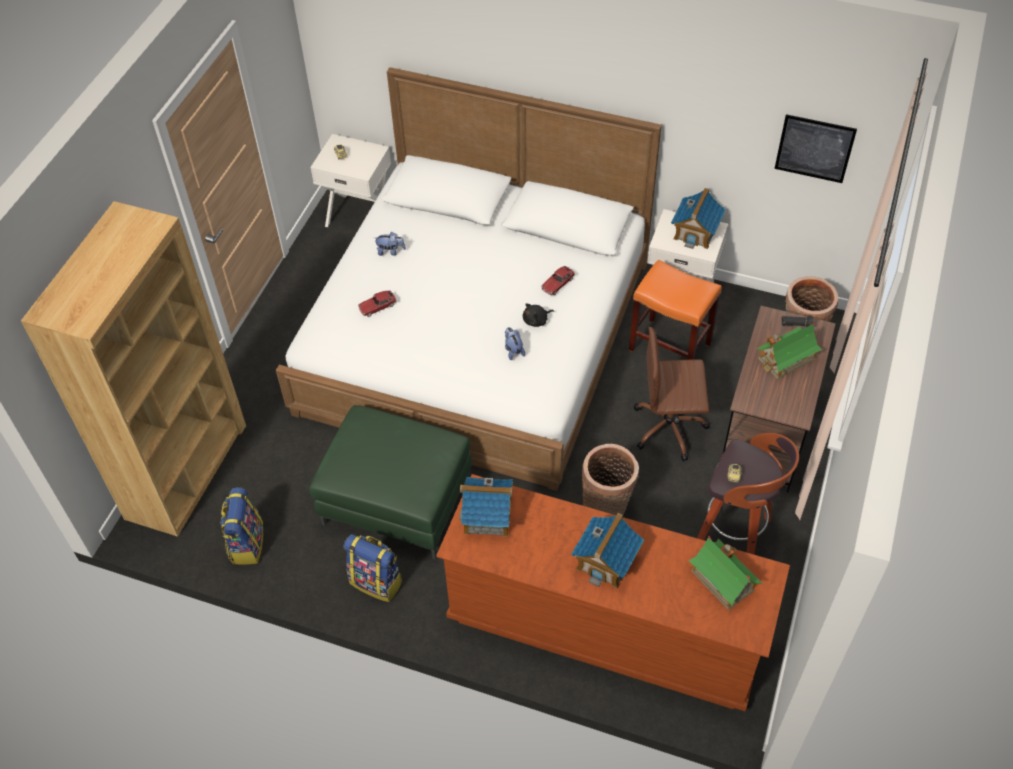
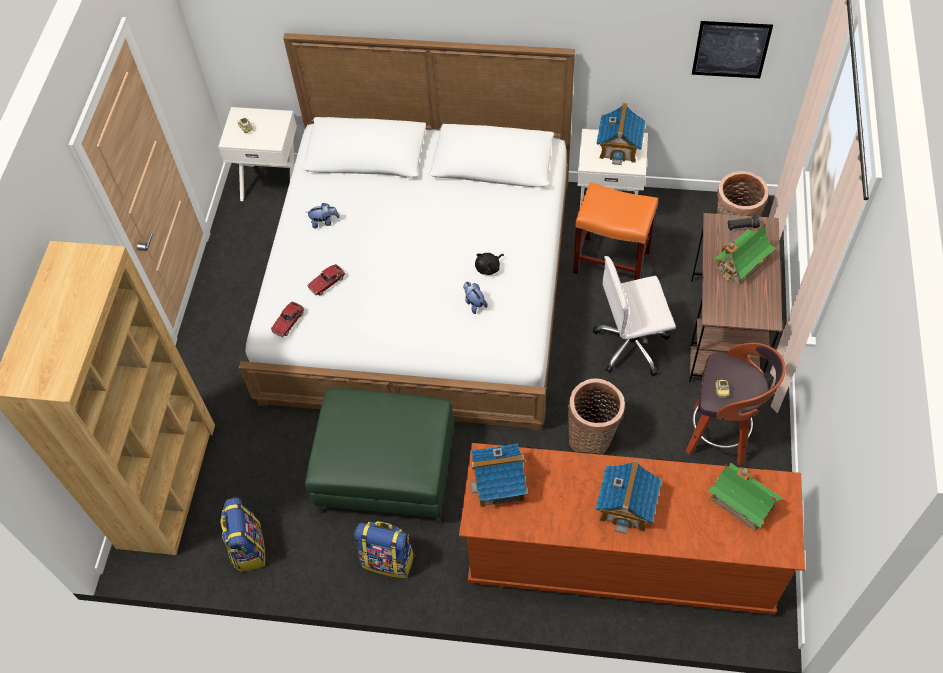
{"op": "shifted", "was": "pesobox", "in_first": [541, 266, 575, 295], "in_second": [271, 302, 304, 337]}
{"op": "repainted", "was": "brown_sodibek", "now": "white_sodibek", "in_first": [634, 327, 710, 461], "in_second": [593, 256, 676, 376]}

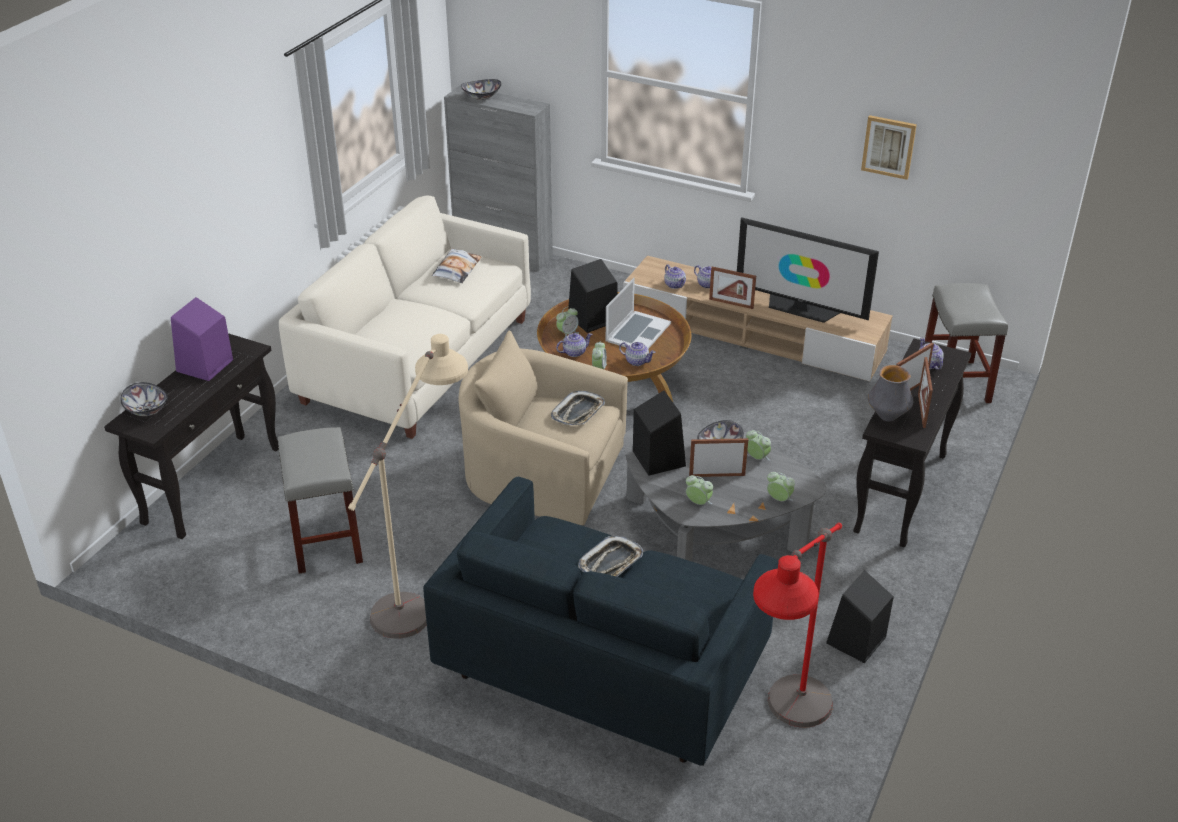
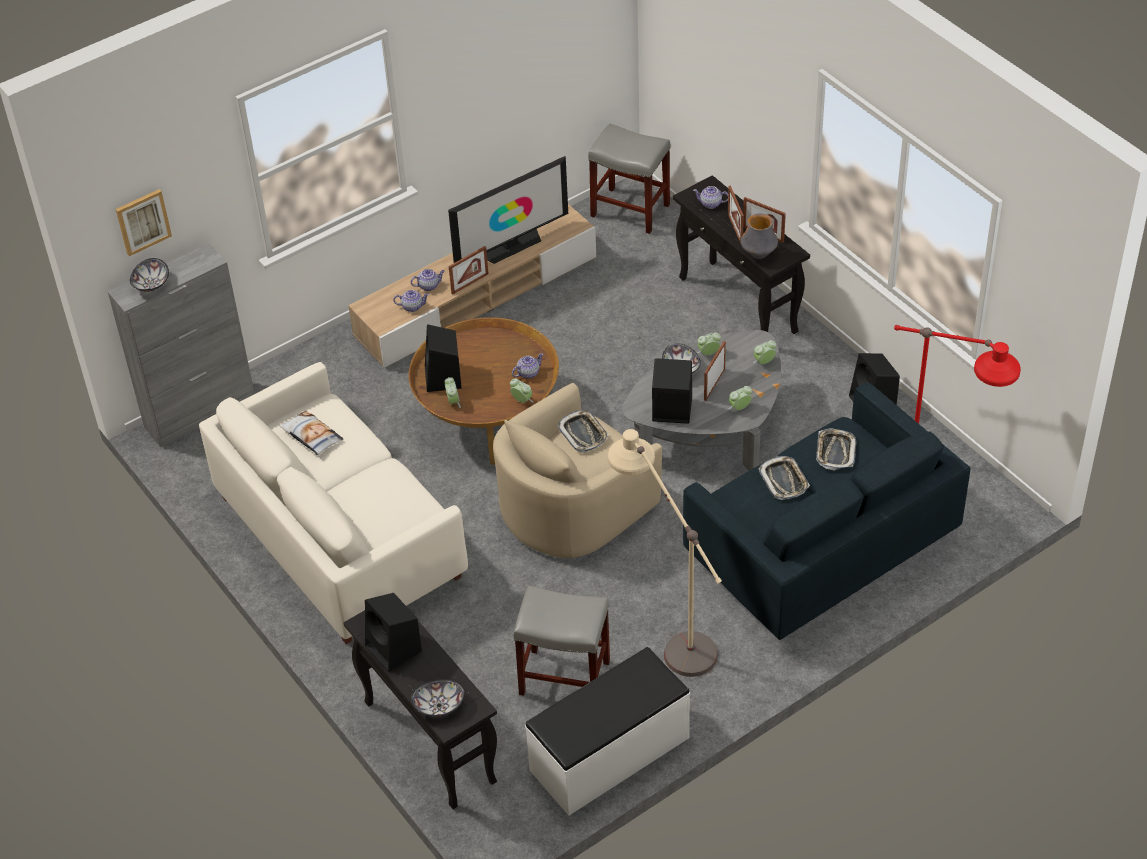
{"op": "repainted", "was": "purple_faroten", "now": "black_faroten", "in_first": [171, 297, 233, 381], "in_second": [365, 593, 422, 672]}
{"op": "gone", "was": "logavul", "in_first": [556, 333, 592, 357]}
{"op": "gone", "was": "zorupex", "in_first": [606, 278, 671, 349]}
{"op": "shifted", "was": "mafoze", "in_first": [861, 115, 917, 180], "in_second": [116, 189, 172, 256]}
{"op": "new", "now": "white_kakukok", "in_second": [525, 647, 690, 816]}
{"op": "new", "now": "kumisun", "in_second": [816, 429, 856, 470]}

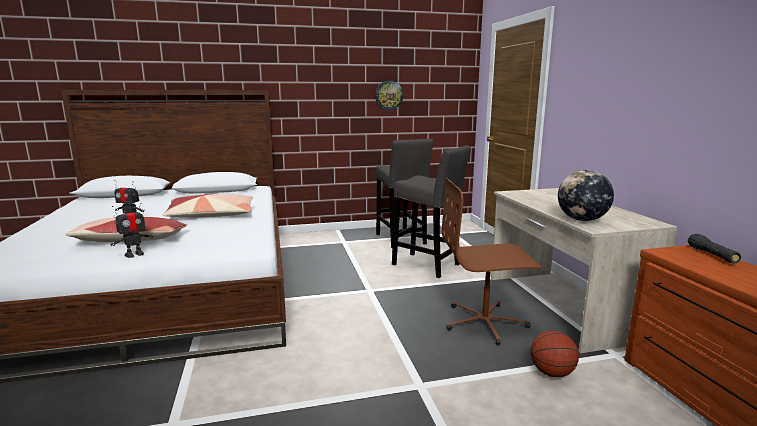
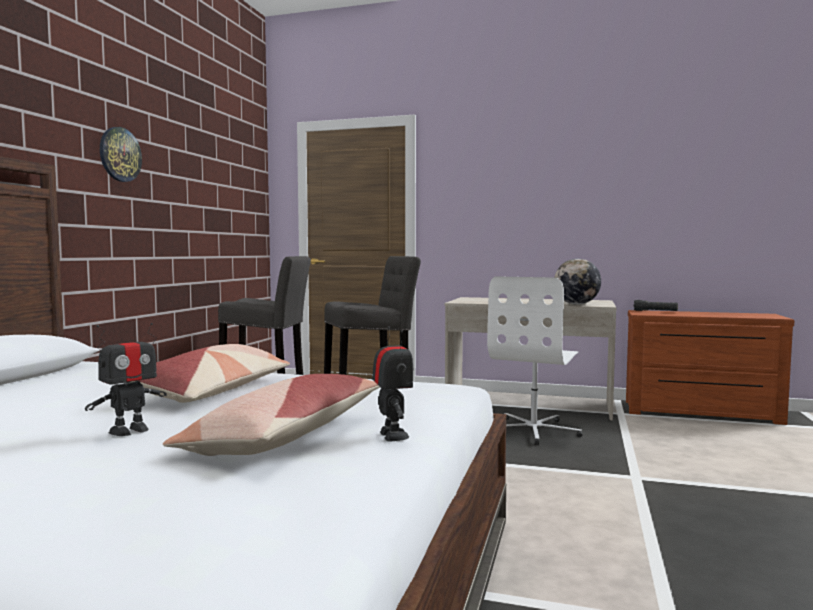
{"op": "shifted", "was": "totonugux", "in_first": [375, 80, 403, 110], "in_second": [100, 127, 142, 182]}
{"op": "repainted", "was": "brown_sodibek", "now": "white_sodibek", "in_first": [442, 178, 541, 345], "in_second": [487, 276, 583, 445]}
{"op": "gone", "was": "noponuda", "in_first": [531, 330, 579, 377]}

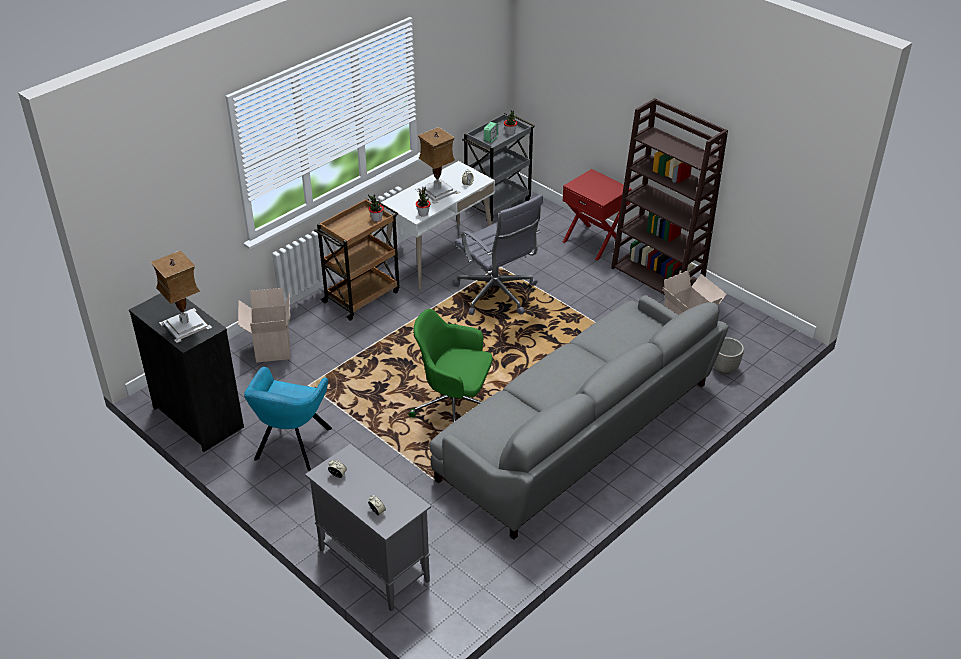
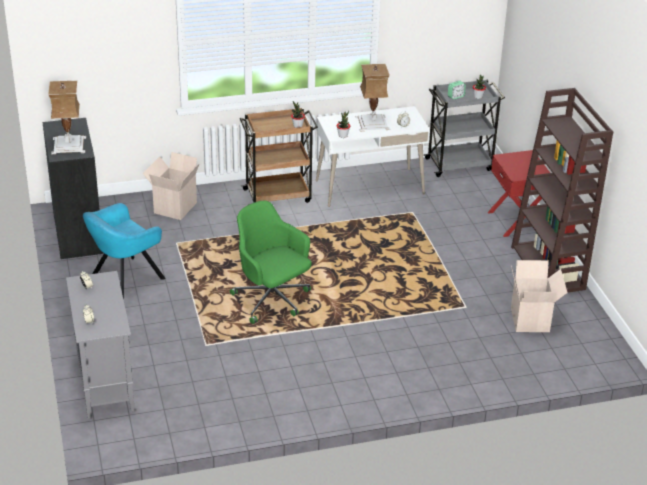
{"op": "gone", "was": "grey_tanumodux", "in_first": [429, 295, 729, 540]}
{"op": "gone", "was": "grey_sodibek", "in_first": [453, 194, 543, 315]}
{"op": "gone", "was": "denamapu", "in_first": [714, 337, 744, 374]}

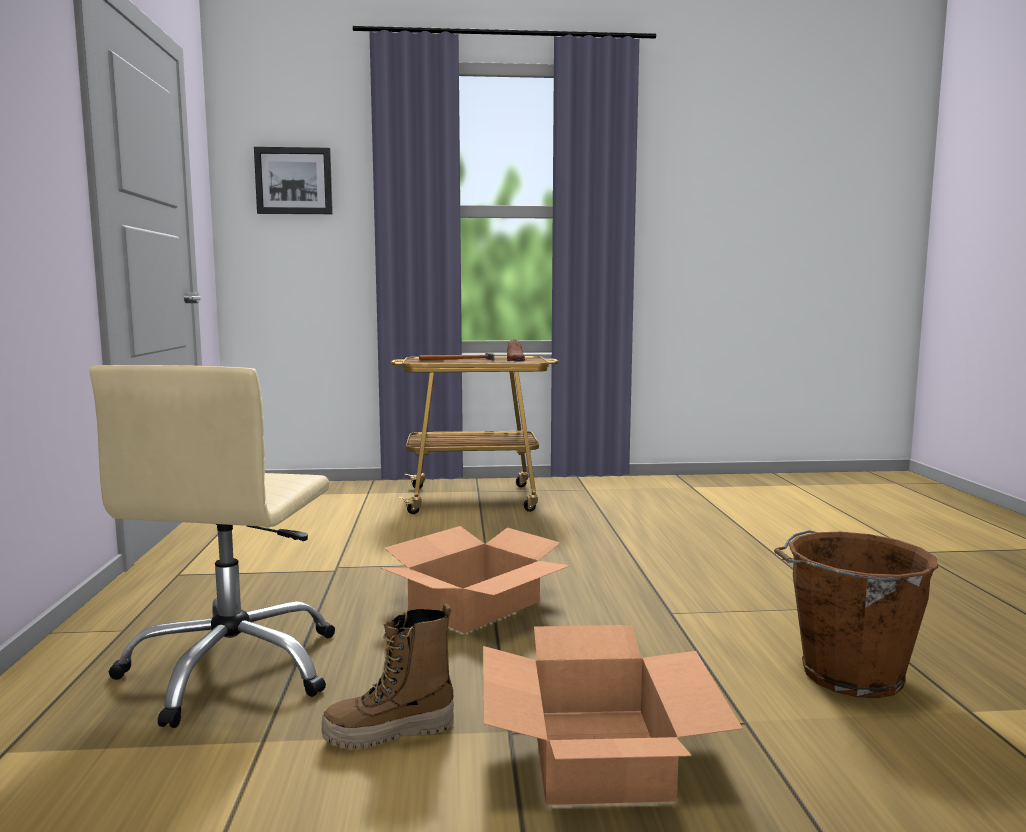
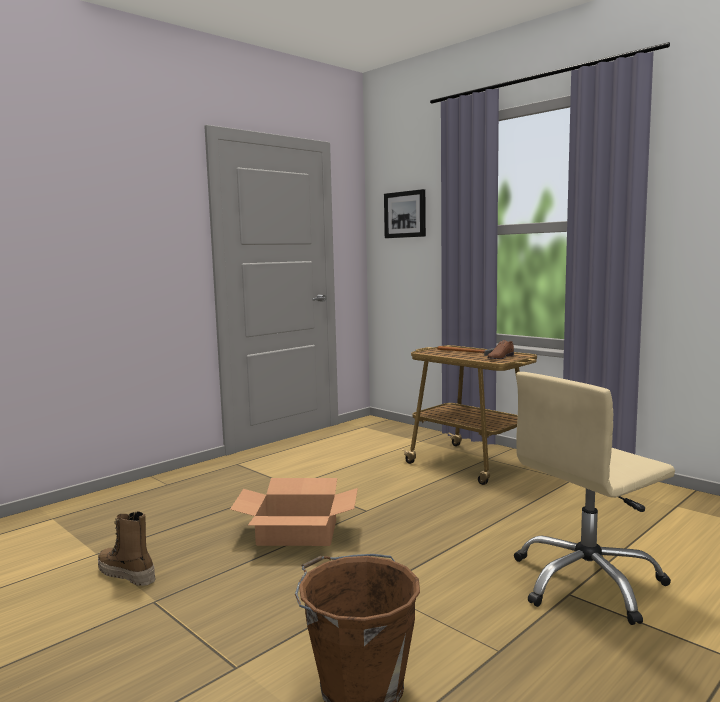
{"op": "shifted", "was": "beige_sodibek", "in_first": [89, 365, 335, 728], "in_second": [514, 372, 675, 625]}
{"op": "gone", "was": "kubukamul", "in_first": [483, 625, 743, 805]}

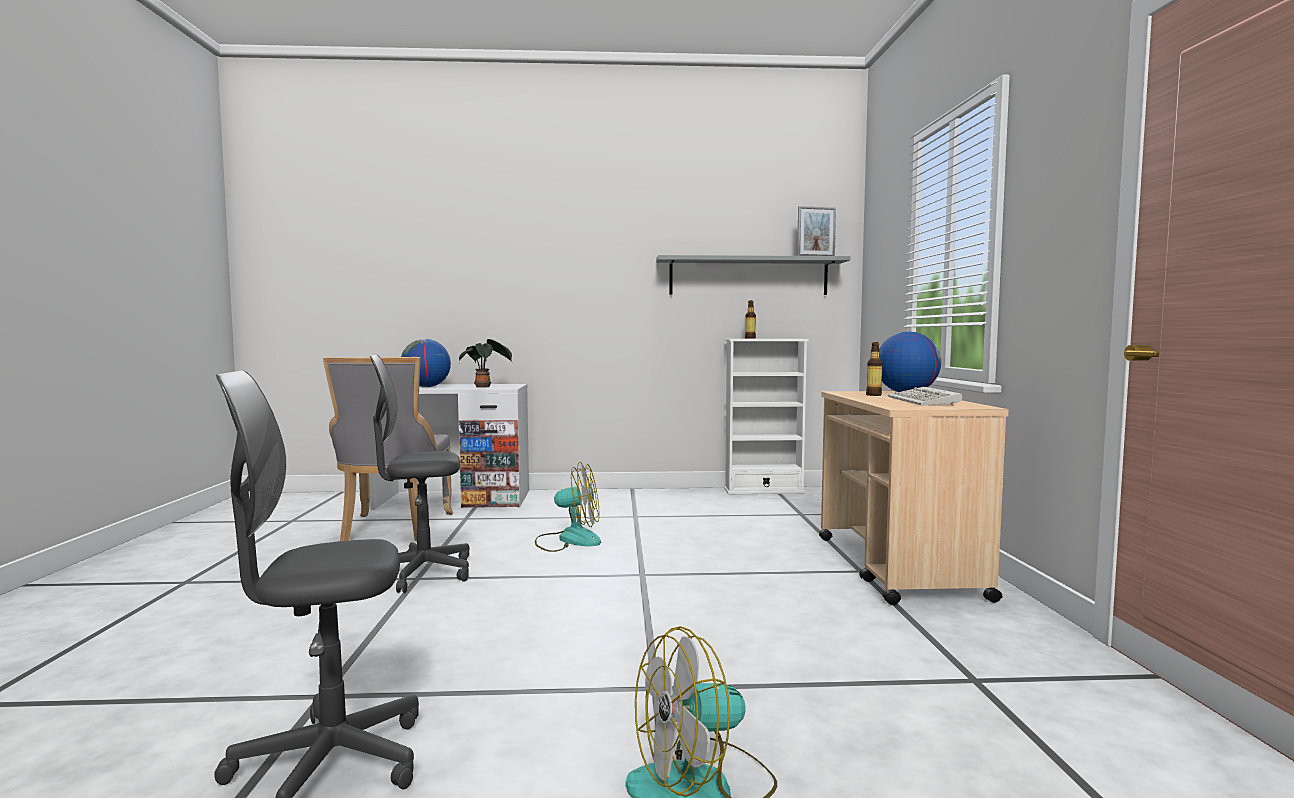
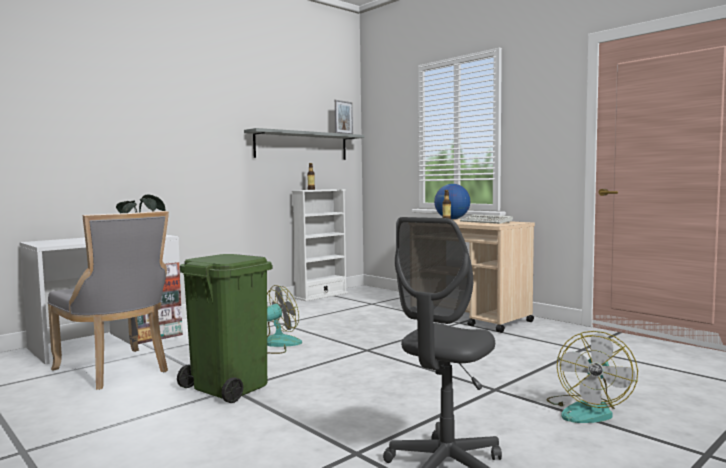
{"op": "swapped", "was": "grey_sodibek", "now": "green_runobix", "in_first": [370, 355, 470, 593], "in_second": [177, 254, 272, 403]}
{"op": "gone", "was": "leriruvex", "in_first": [401, 339, 451, 387]}

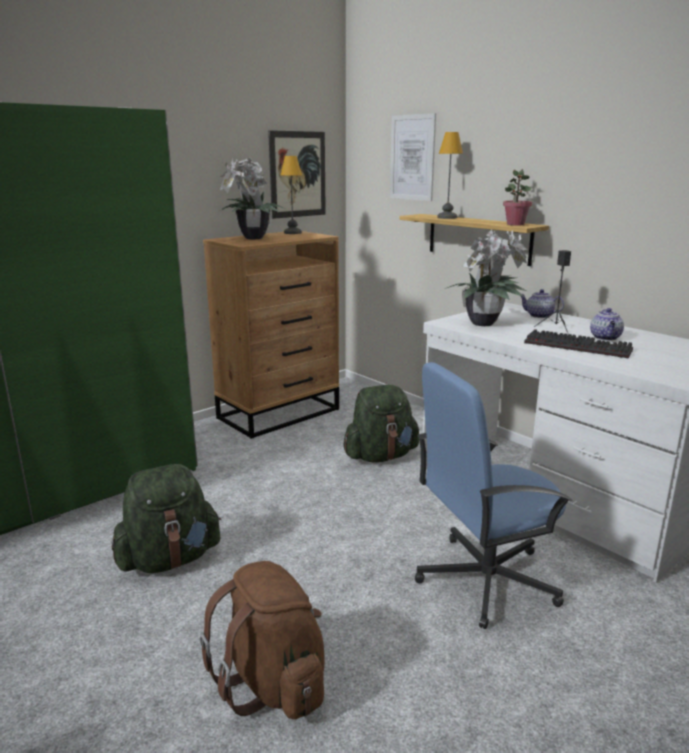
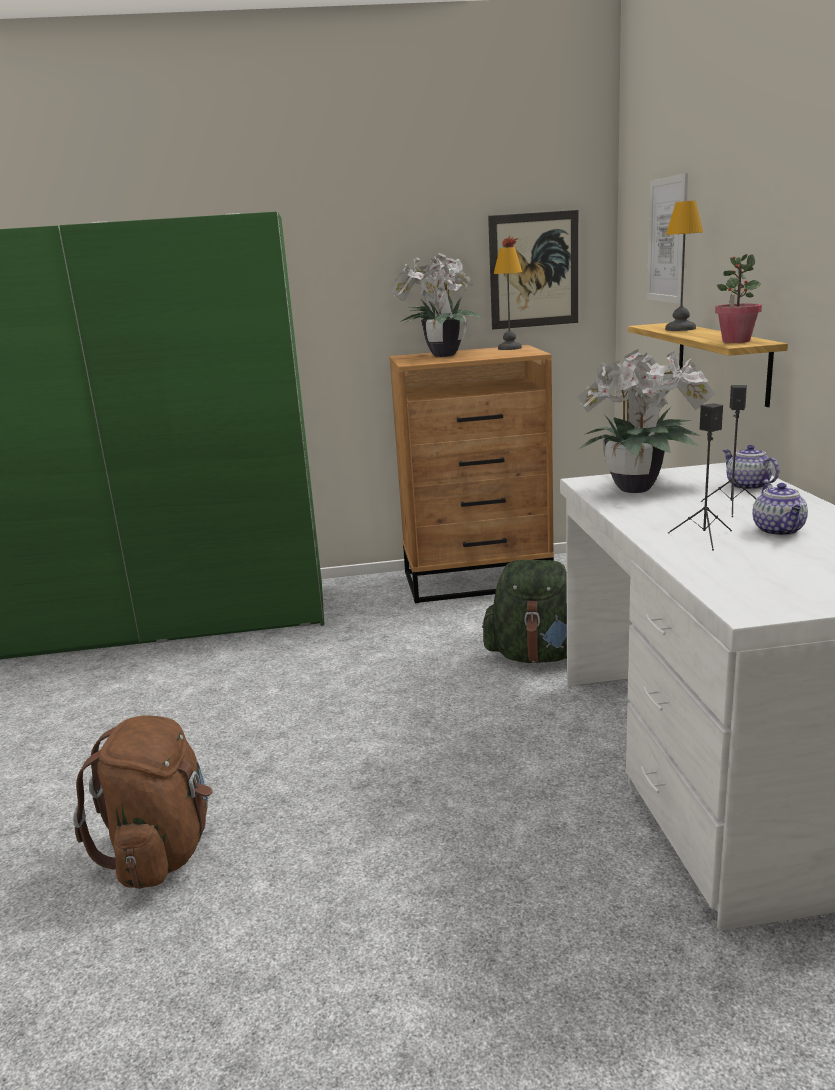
{"op": "gone", "was": "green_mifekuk", "in_first": [112, 464, 221, 573]}
{"op": "gone", "was": "blue_sodibek", "in_first": [415, 362, 572, 629]}
{"op": "swapped", "was": "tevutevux", "now": "black_faroten", "in_first": [524, 329, 633, 358], "in_second": [668, 403, 732, 550]}
{"op": "rotated", "was": "logavul", "in_first": [590, 308, 624, 341], "in_second": [752, 483, 808, 536], "clockwise": -45}

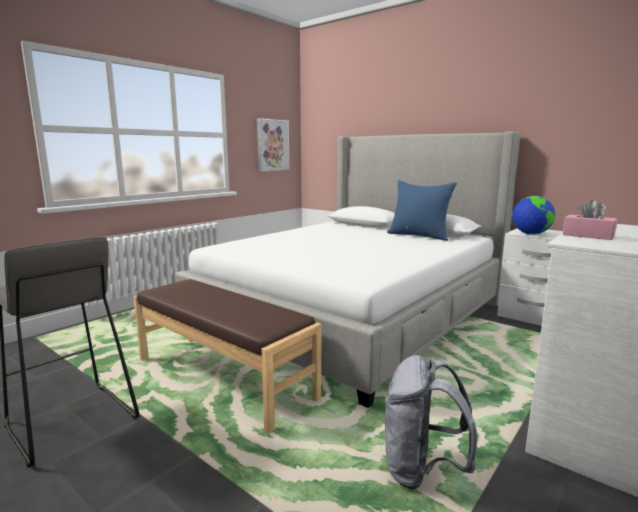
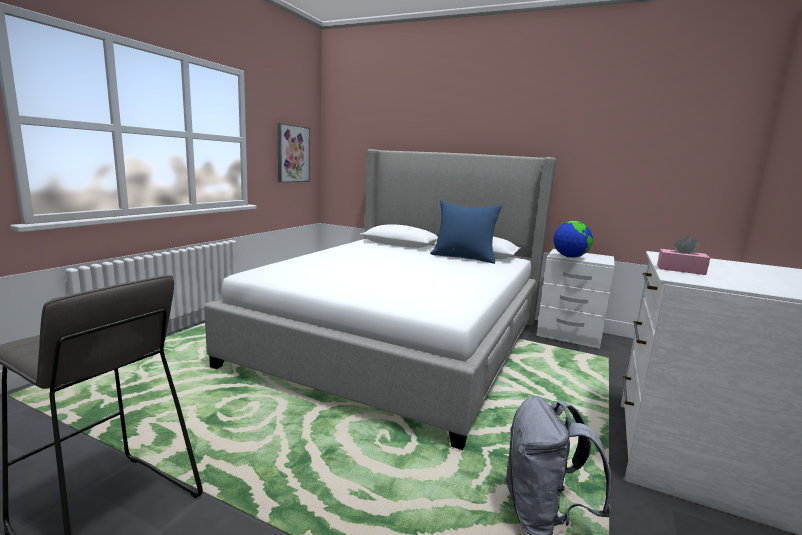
{"op": "gone", "was": "brown_kakukok", "in_first": [133, 279, 321, 434]}

